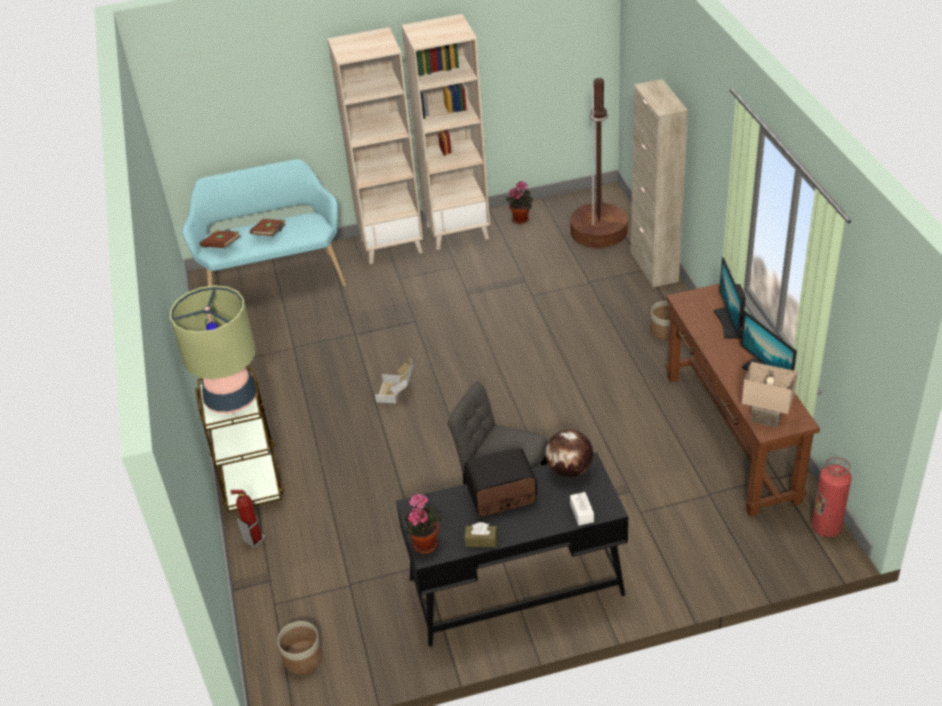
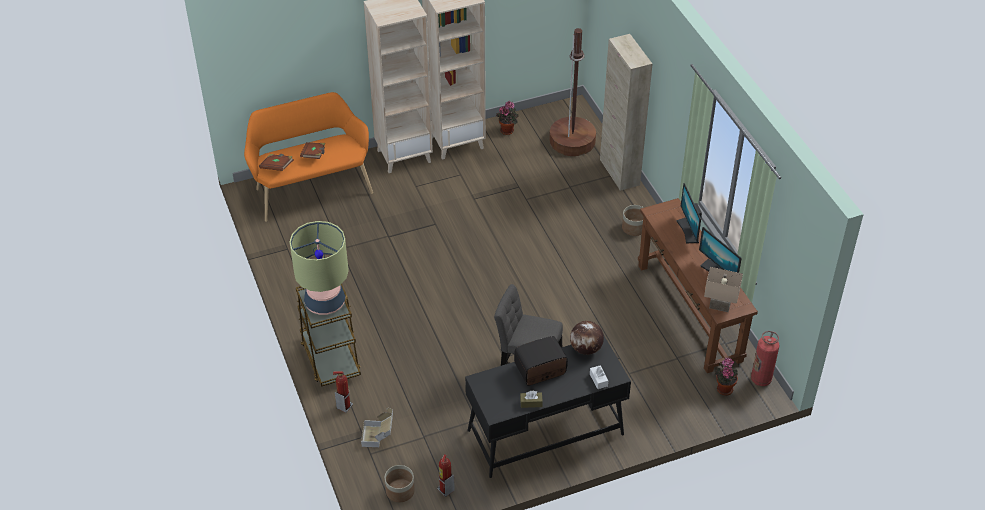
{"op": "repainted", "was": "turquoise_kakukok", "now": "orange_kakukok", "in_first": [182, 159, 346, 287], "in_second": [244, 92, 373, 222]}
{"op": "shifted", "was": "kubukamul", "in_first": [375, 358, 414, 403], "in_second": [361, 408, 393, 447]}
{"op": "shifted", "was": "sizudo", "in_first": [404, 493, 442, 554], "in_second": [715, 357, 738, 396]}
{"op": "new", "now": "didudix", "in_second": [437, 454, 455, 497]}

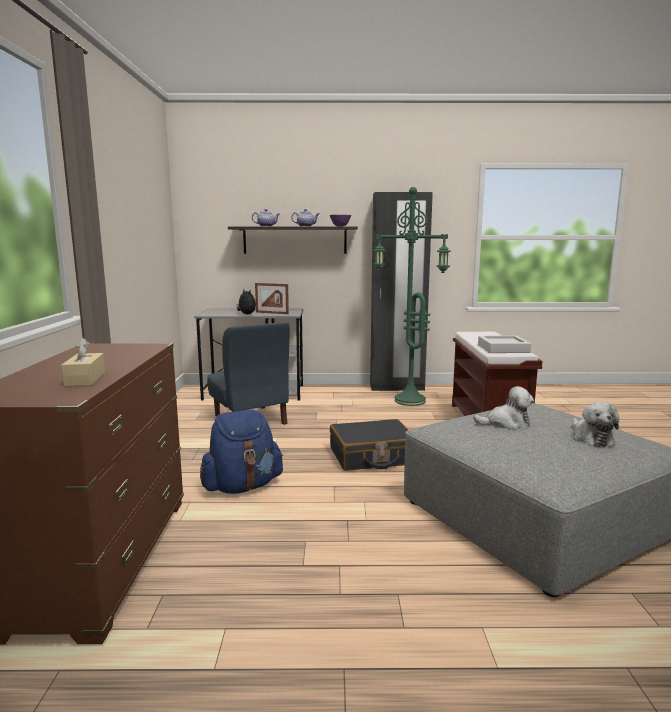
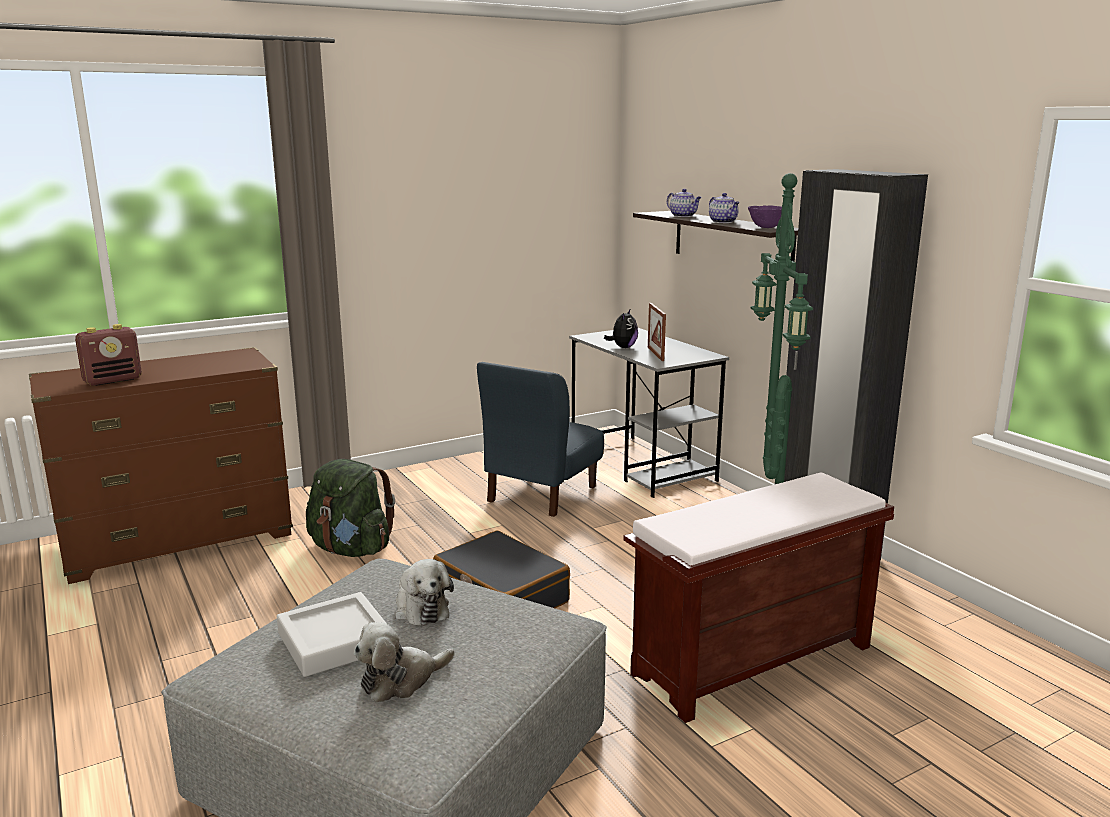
{"op": "swapped", "was": "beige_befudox", "now": "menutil", "in_first": [61, 338, 105, 386], "in_second": [75, 324, 142, 386]}
{"op": "repainted", "was": "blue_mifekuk", "now": "green_mifekuk", "in_first": [200, 410, 283, 494], "in_second": [306, 459, 395, 557]}
{"op": "shifted", "was": "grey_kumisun", "in_first": [478, 336, 531, 353], "in_second": [277, 592, 386, 677]}

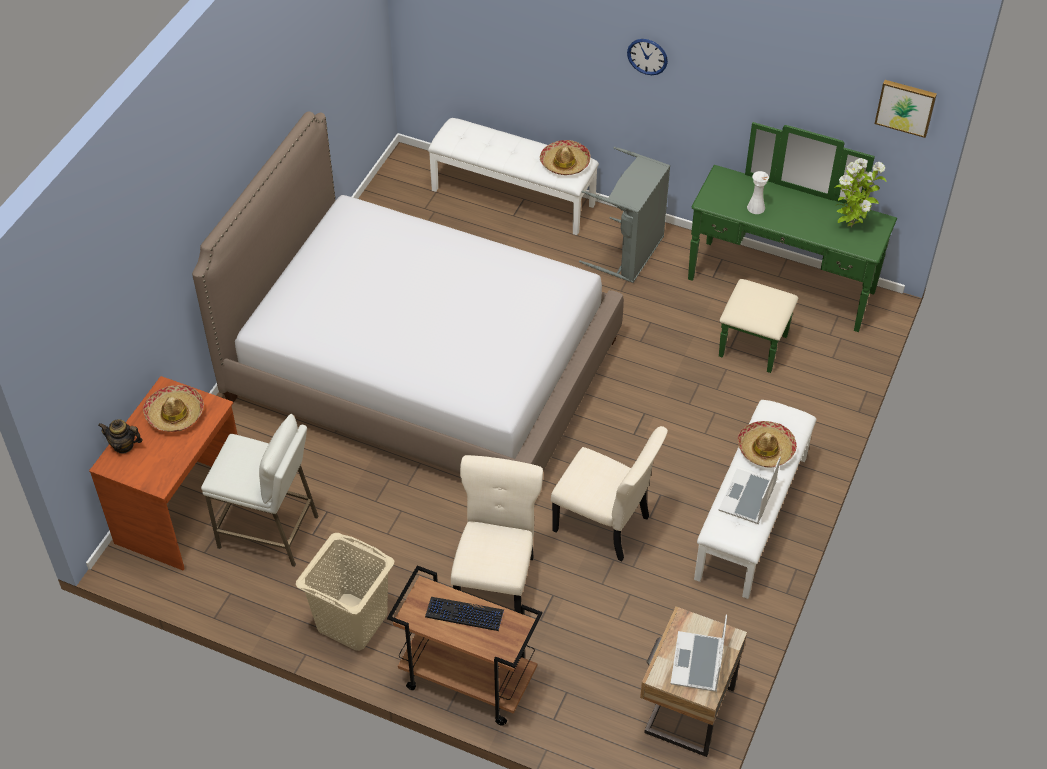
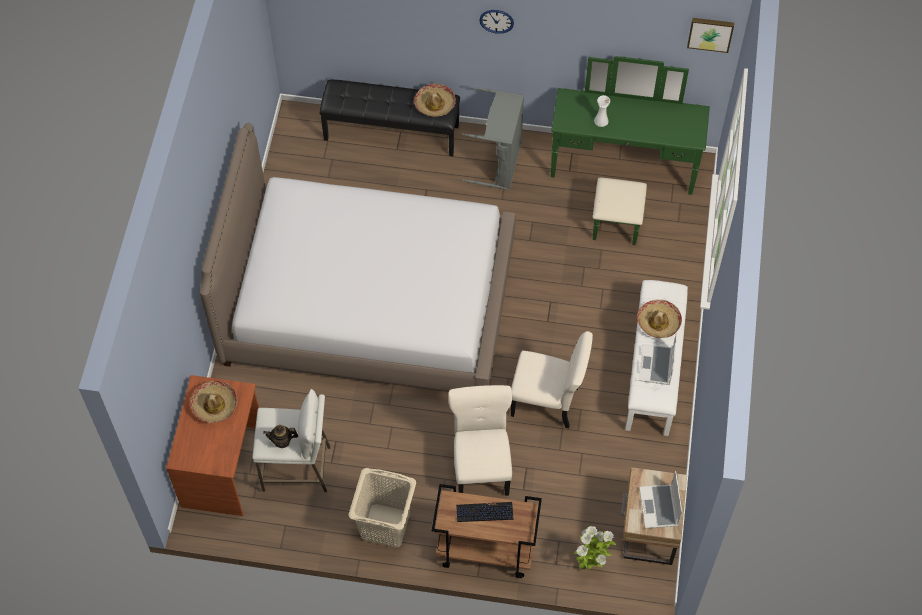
{"op": "shifted", "was": "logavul", "in_first": [98, 419, 143, 454], "in_second": [263, 425, 298, 448]}
{"op": "repainted", "was": "white_kakukok", "now": "black_kakukok", "in_first": [428, 118, 599, 235], "in_second": [320, 79, 460, 156]}
{"op": "shifted", "was": "sizudo", "in_first": [834, 158, 887, 227], "in_second": [573, 526, 616, 570]}

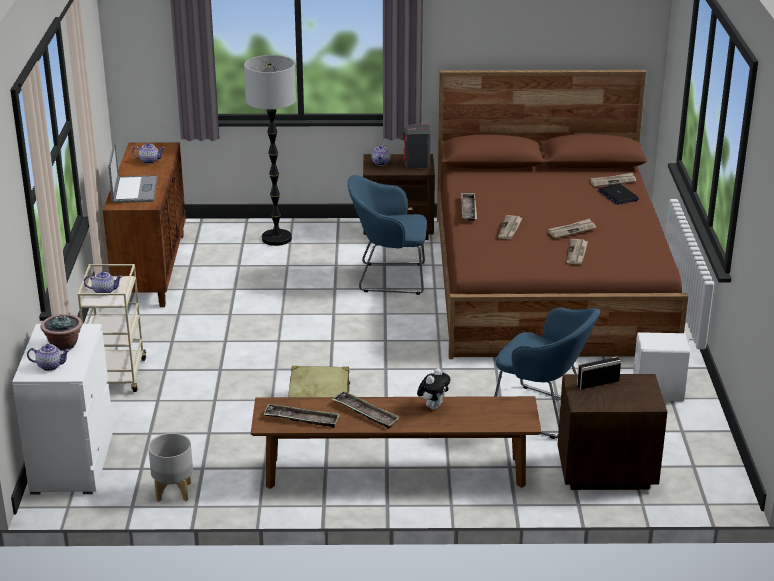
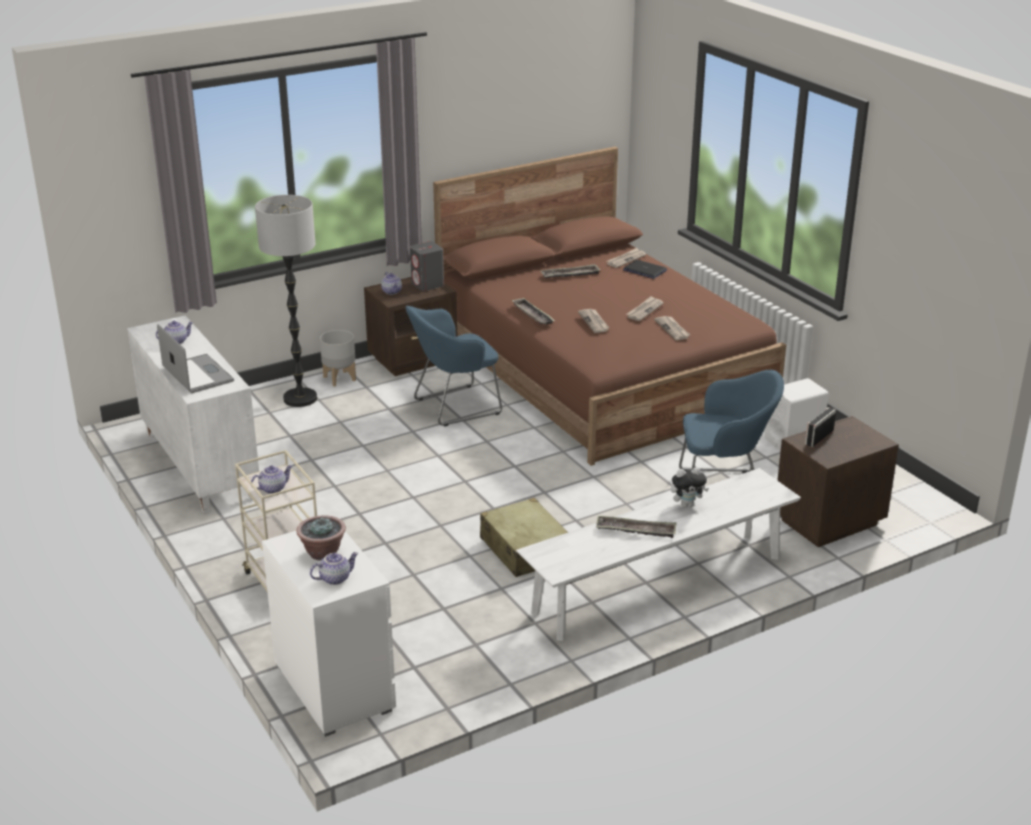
{"op": "repainted", "was": "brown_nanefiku", "now": "white_nanefiku", "in_first": [103, 142, 186, 307], "in_second": [127, 315, 259, 514]}
{"op": "shifted", "was": "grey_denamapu", "in_first": [148, 433, 193, 502], "in_second": [320, 330, 356, 387]}
{"op": "repainted", "was": "brown_kakukok", "now": "white_kakukok", "in_first": [251, 396, 542, 489], "in_second": [516, 468, 801, 641]}
{"op": "shifted", "was": "kumisun", "in_first": [263, 404, 340, 428], "in_second": [540, 264, 600, 278]}
{"op": "rotated", "was": "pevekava", "in_first": [417, 368, 451, 410], "in_second": [671, 467, 709, 508], "clockwise": 75}

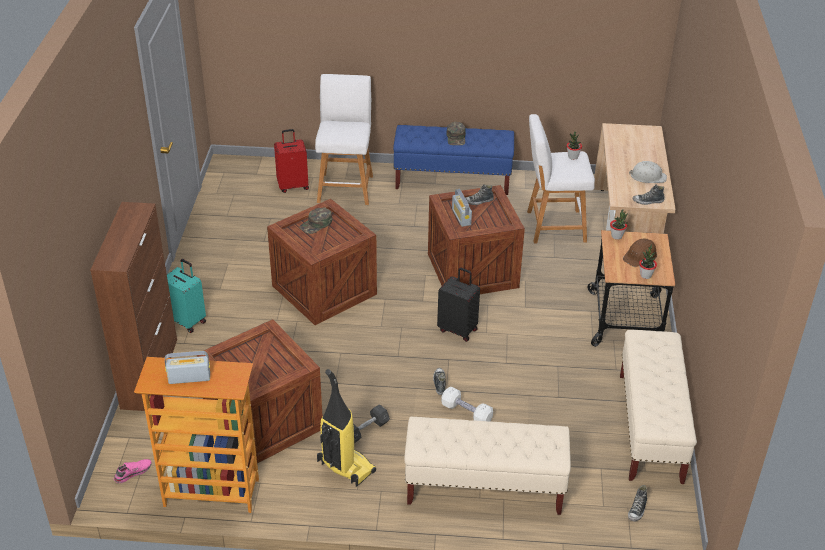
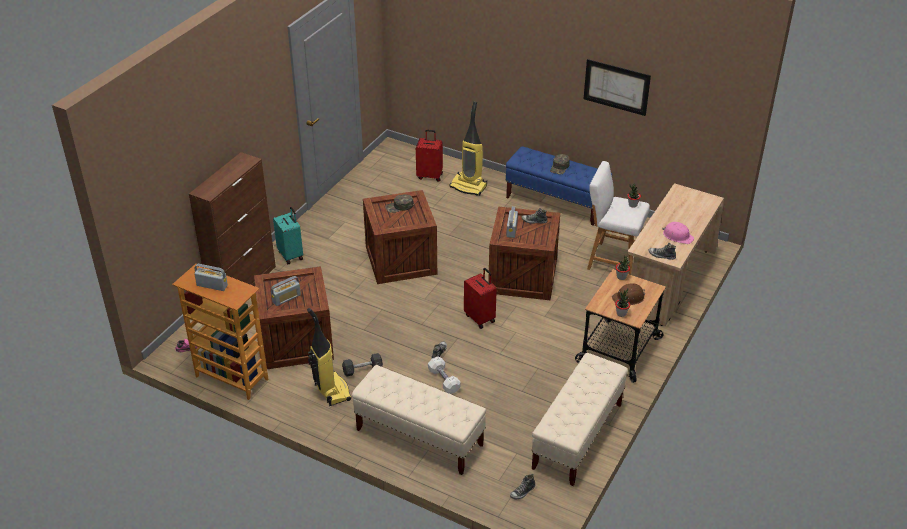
{"op": "swapped", "was": "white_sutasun", "now": "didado", "in_first": [315, 74, 373, 205], "in_second": [449, 101, 487, 196]}
{"op": "repainted", "was": "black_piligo", "now": "red_piligo", "in_first": [437, 268, 480, 342], "in_second": [464, 268, 497, 329]}
{"op": "repainted", "was": "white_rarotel", "now": "pink_rarotel", "in_first": [629, 161, 667, 183], "in_second": [662, 222, 694, 244]}
{"op": "new", "now": "menutil", "in_second": [271, 276, 301, 306]}
{"op": "new", "now": "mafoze", "in_second": [584, 59, 651, 116]}

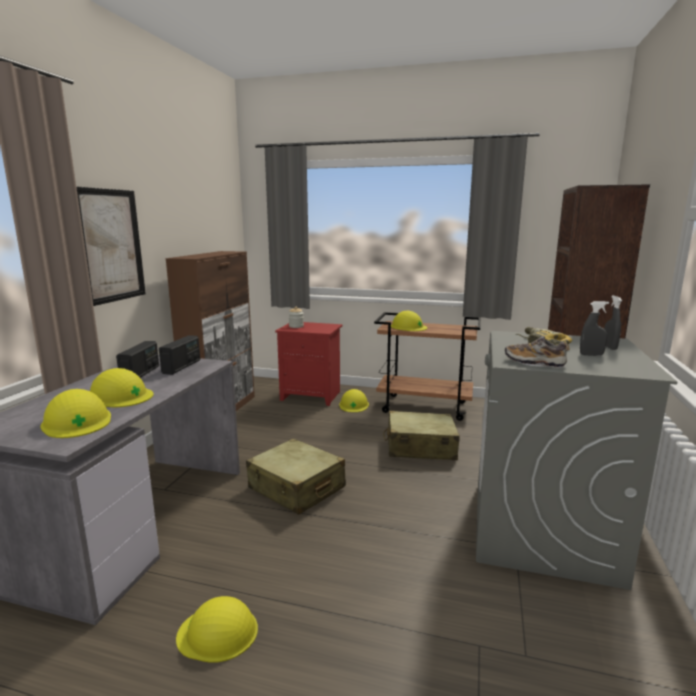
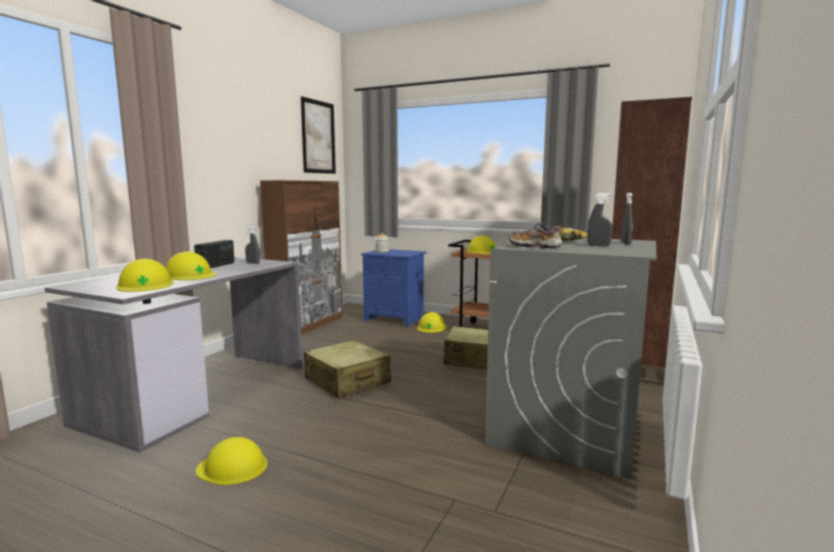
{"op": "shifted", "was": "mafoze", "in_first": [76, 186, 146, 306], "in_second": [301, 96, 336, 174]}
{"op": "swapped", "was": "menutil", "now": "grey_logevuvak", "in_first": [159, 335, 200, 375], "in_second": [245, 226, 260, 264]}
{"op": "repainted", "was": "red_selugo", "now": "blue_selugo", "in_first": [275, 322, 343, 406], "in_second": [361, 249, 426, 327]}

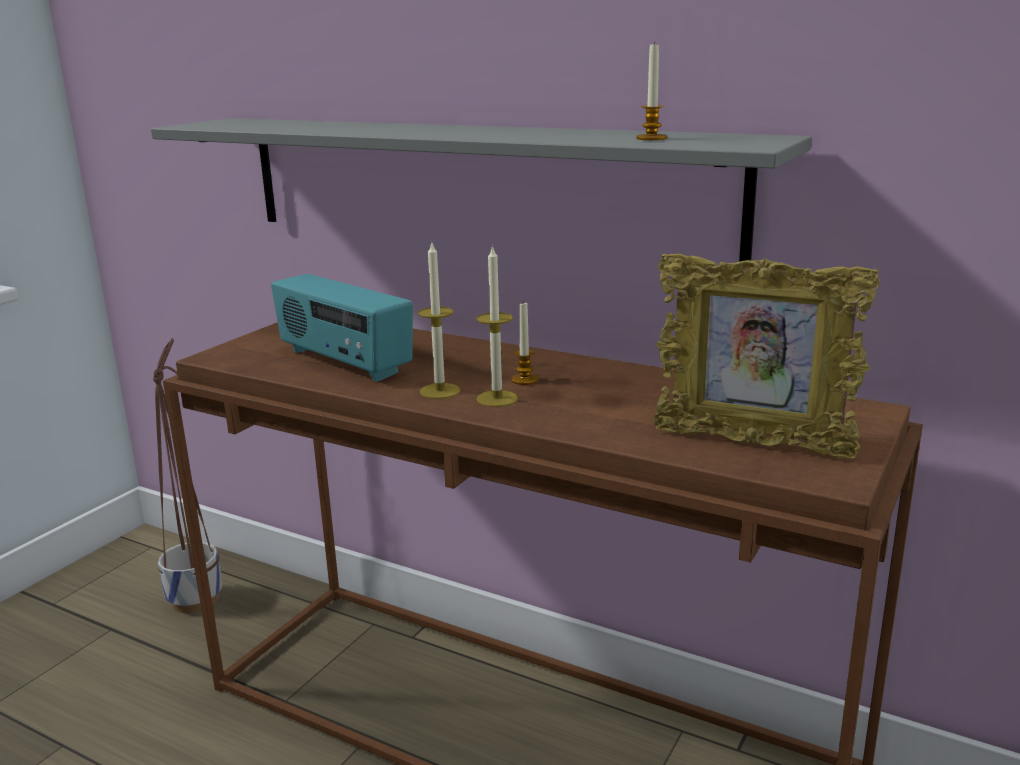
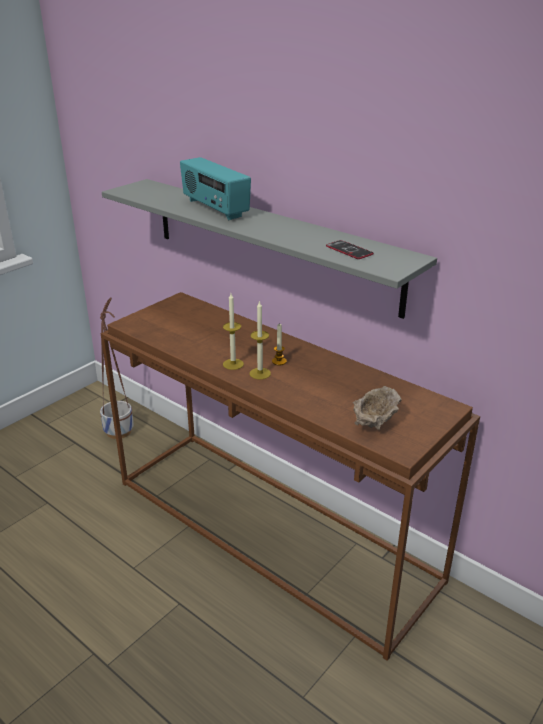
{"op": "shifted", "was": "menutil", "in_first": [271, 274, 413, 382], "in_second": [180, 157, 251, 220]}
{"op": "swapped", "was": "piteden", "now": "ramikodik", "in_first": [636, 42, 667, 140], "in_second": [326, 240, 374, 259]}
{"op": "swapped", "was": "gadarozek", "now": "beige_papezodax", "in_first": [653, 254, 880, 458], "in_second": [353, 386, 402, 430]}

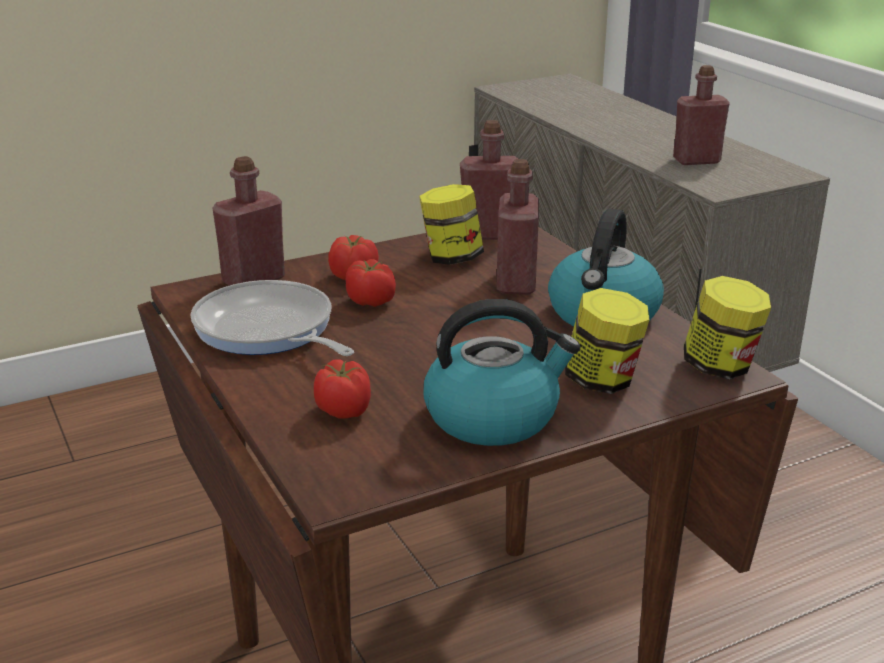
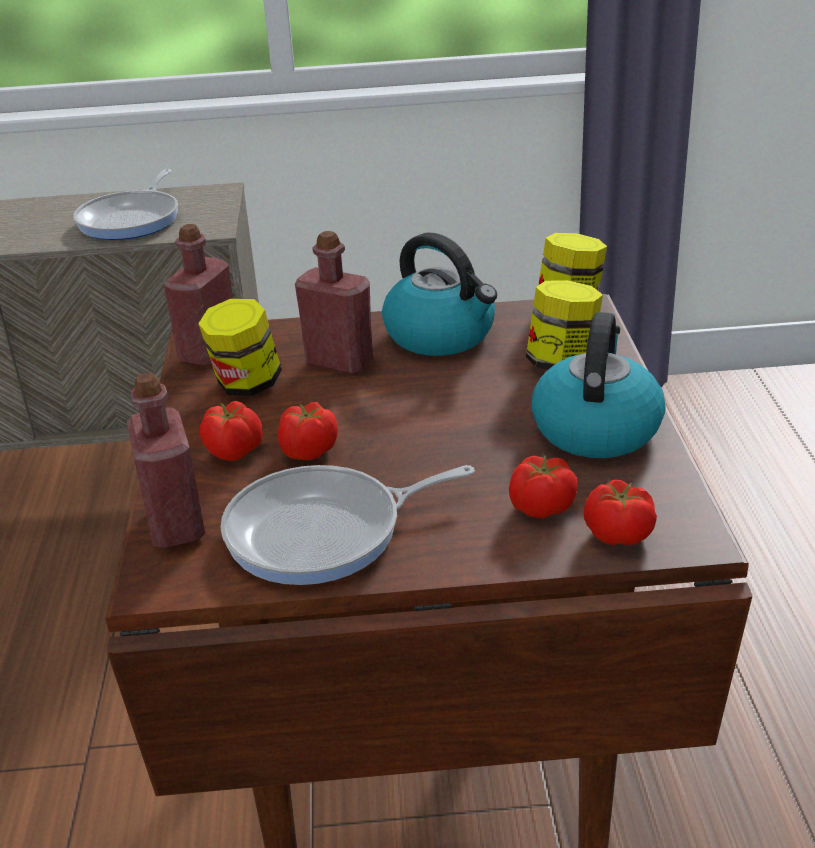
{"op": "swapped", "was": "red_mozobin", "now": "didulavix", "in_first": [673, 65, 729, 165], "in_second": [73, 169, 178, 240]}
{"op": "new", "now": "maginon", "in_second": [584, 480, 657, 545]}

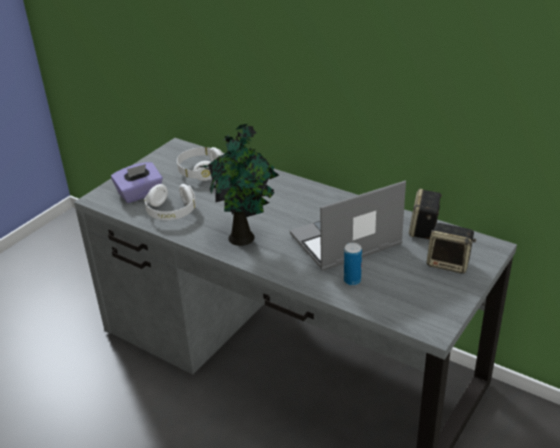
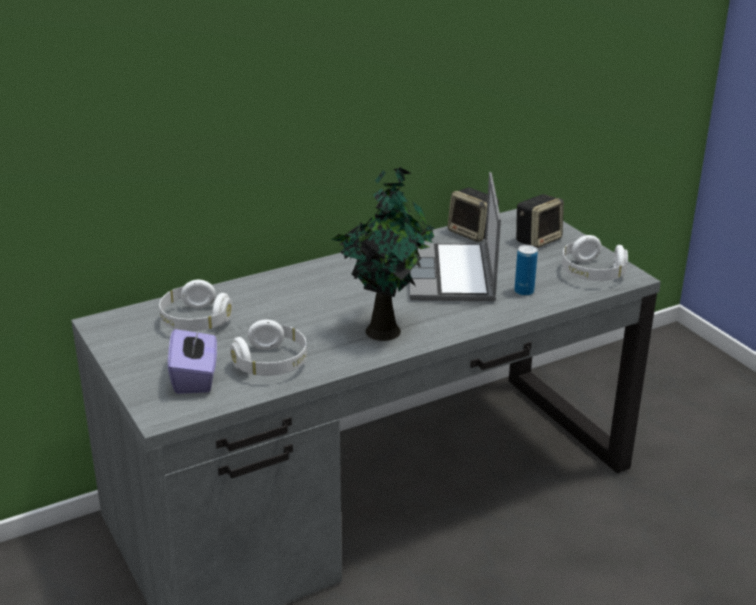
{"op": "new", "now": "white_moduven", "in_second": [562, 235, 628, 281]}

